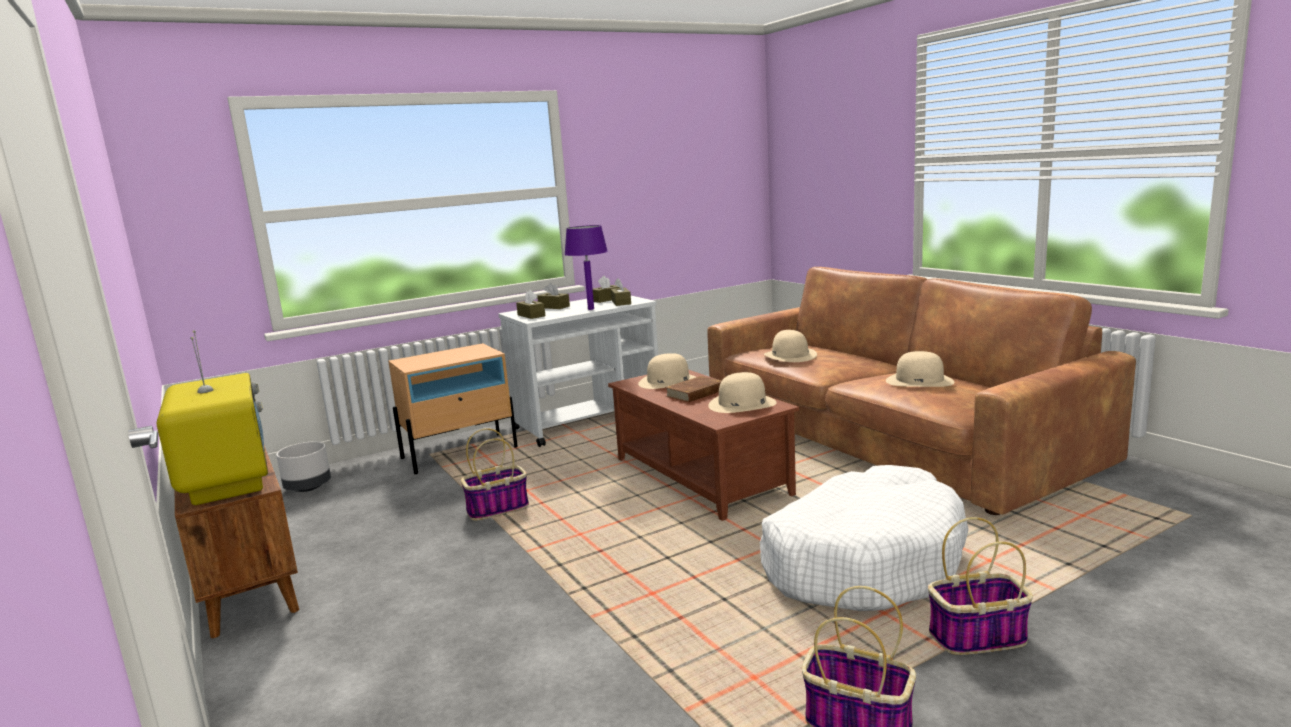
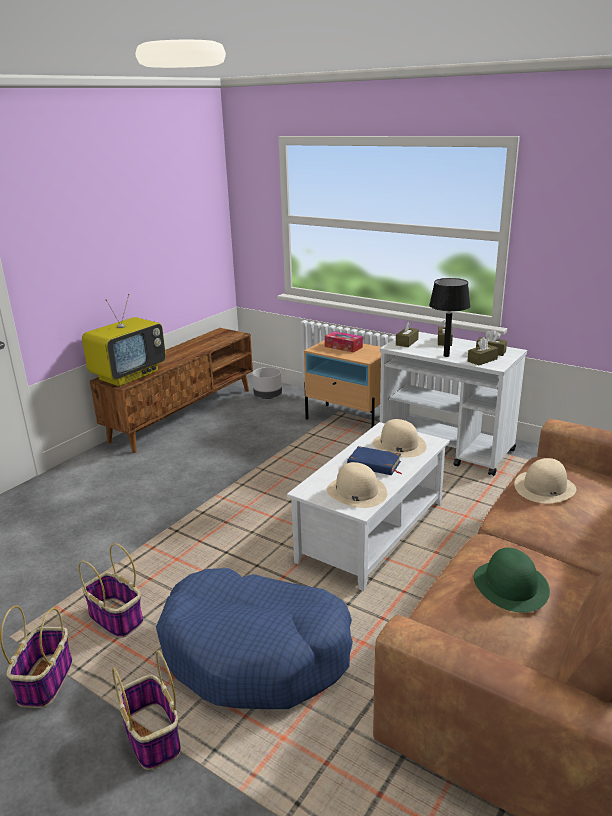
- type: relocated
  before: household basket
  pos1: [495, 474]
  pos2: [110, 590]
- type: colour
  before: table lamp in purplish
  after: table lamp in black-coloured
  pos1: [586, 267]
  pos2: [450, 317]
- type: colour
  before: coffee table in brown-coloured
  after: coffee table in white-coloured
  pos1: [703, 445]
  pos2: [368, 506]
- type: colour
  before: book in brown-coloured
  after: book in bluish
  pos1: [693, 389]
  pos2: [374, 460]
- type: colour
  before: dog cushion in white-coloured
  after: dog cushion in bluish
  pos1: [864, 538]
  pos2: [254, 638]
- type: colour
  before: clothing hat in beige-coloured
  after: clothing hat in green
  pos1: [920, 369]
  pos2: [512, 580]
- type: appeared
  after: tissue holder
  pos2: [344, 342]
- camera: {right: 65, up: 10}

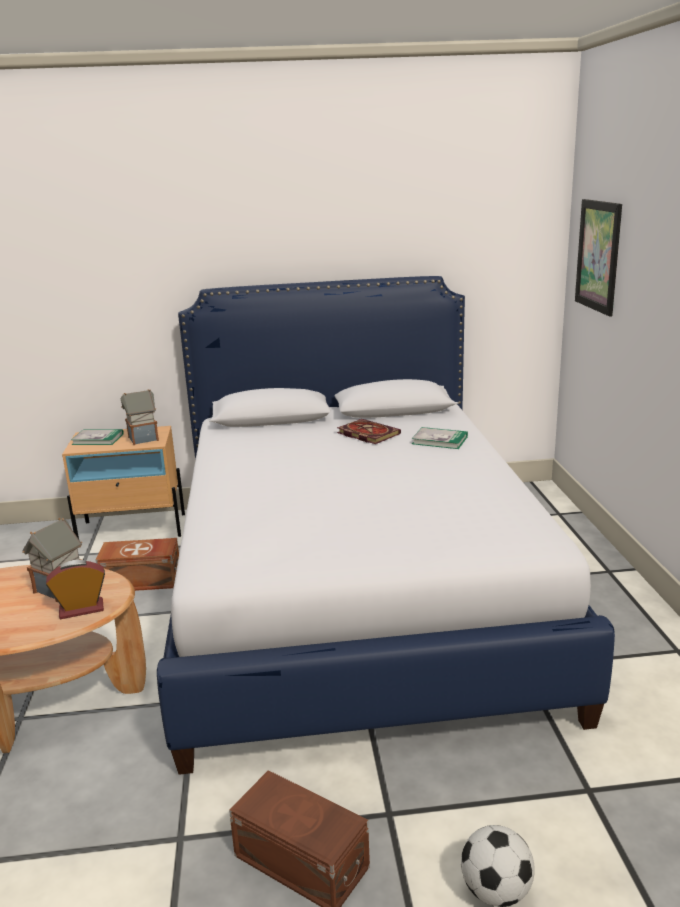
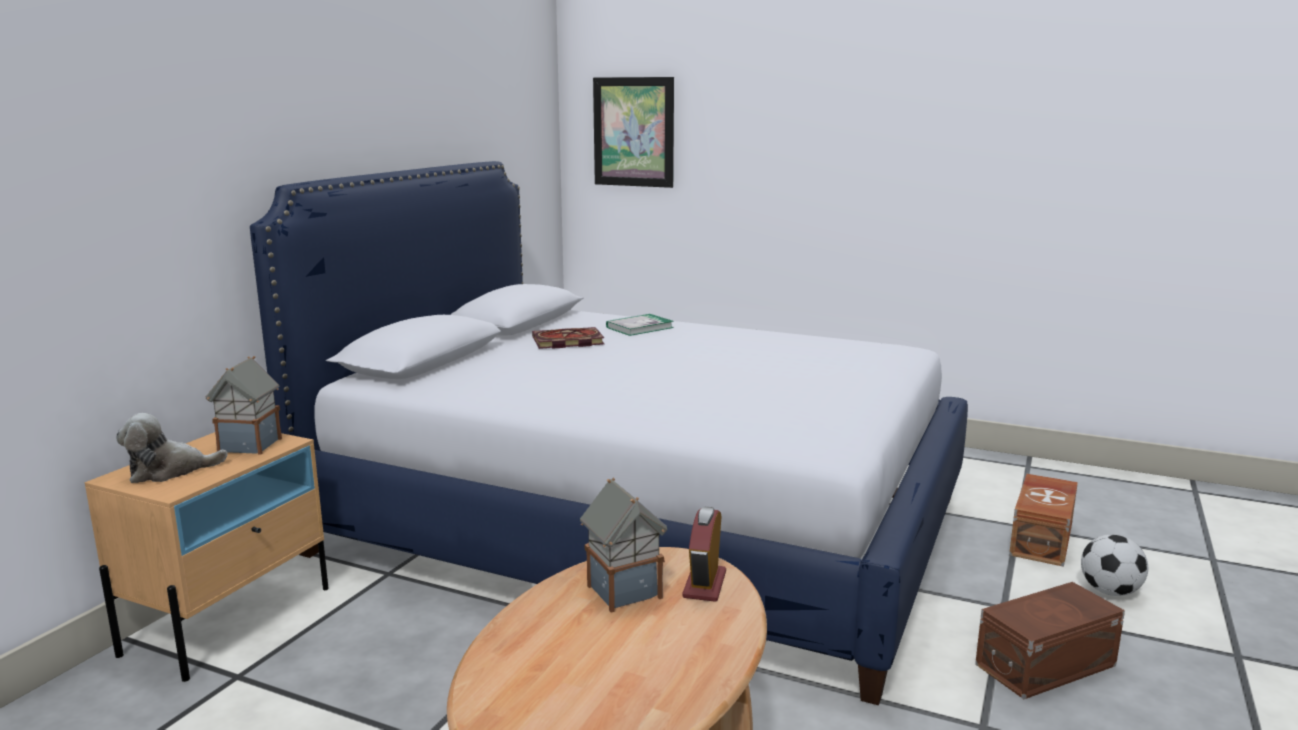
- type: exchanged
  before: book
  after: cuddly toy
  pos1: [97, 437]
  pos2: [172, 448]
- type: relocated
  before: storage container in brown-coloured
  pos1: [137, 564]
  pos2: [1043, 520]
- camera: {right: -60, up: -5}

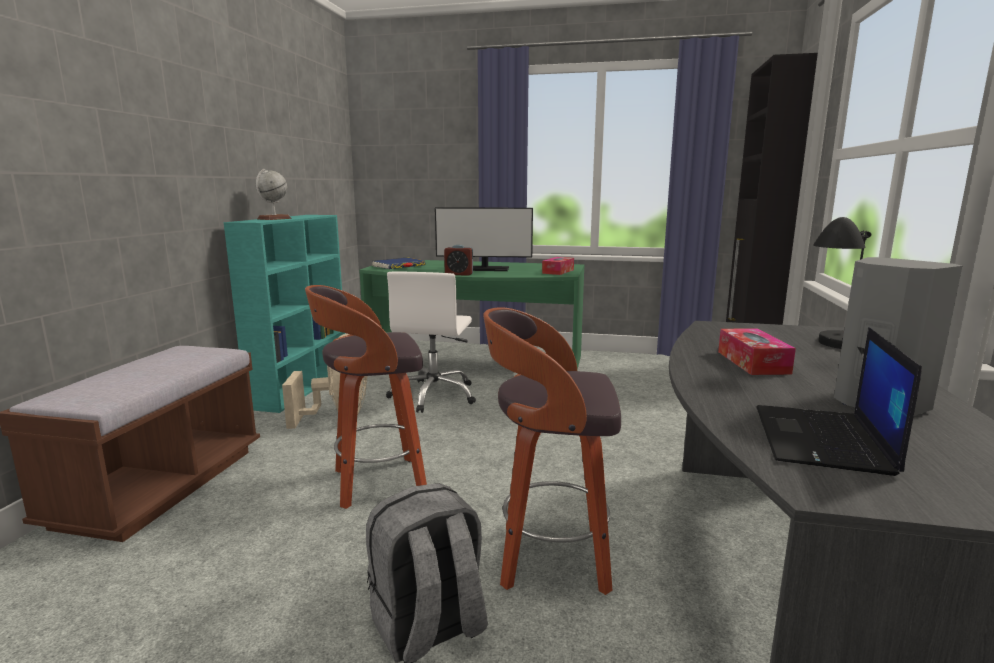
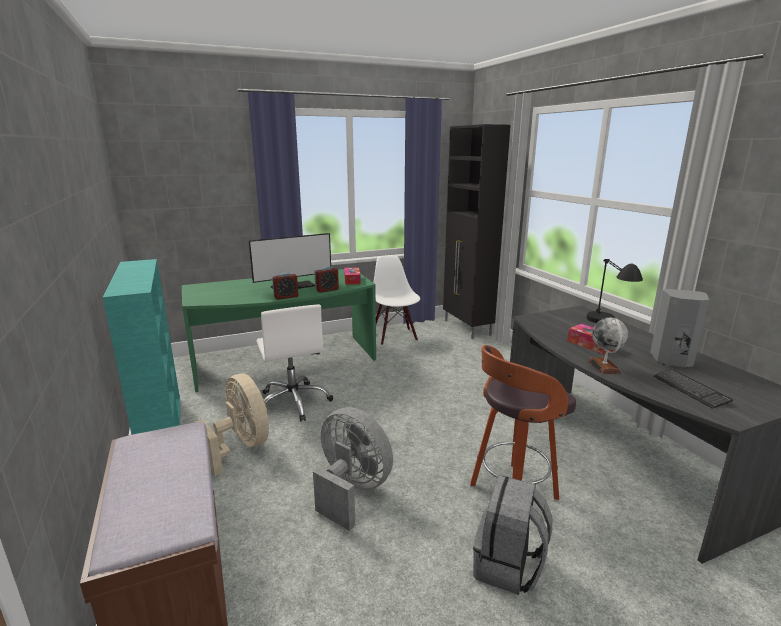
- type: relocated
  before: world globe
  pos1: [273, 194]
  pos2: [608, 346]
- type: exchanged
  before: stool seat
  after: cooling fan in gray
  pos1: [366, 397]
  pos2: [353, 469]
- type: missing
  before: book in bluish
  pos1: [399, 263]
- type: exchanged
  before: laptop
  after: keyboard
  pos1: [839, 401]
  pos2: [693, 389]
- type: appeared
  after: alarm clock
  pos2: [326, 280]
- type: appeared
  after: upright chair in white-coloured
  pos2: [396, 300]
- camera: {right: -35, up: 5}

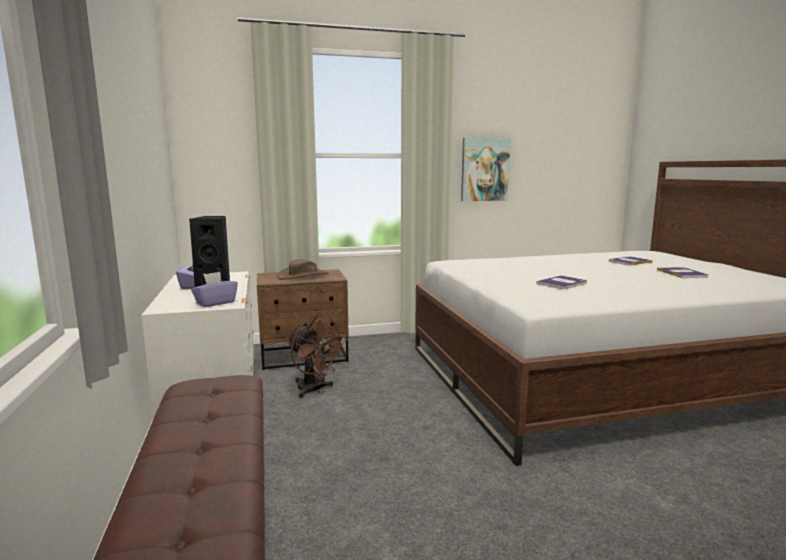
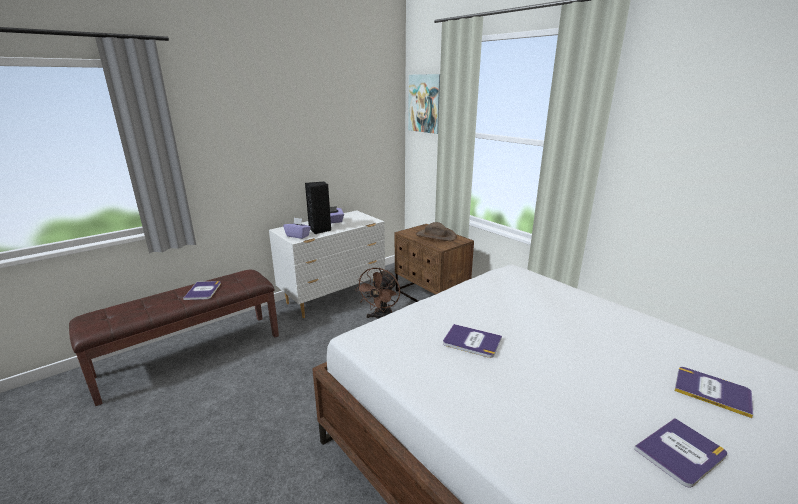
- type: relocated
  before: picture
  pos1: [486, 169]
  pos2: [424, 104]
- type: appeared
  after: book
  pos2: [202, 290]
- camera: {right: 65, up: 10}

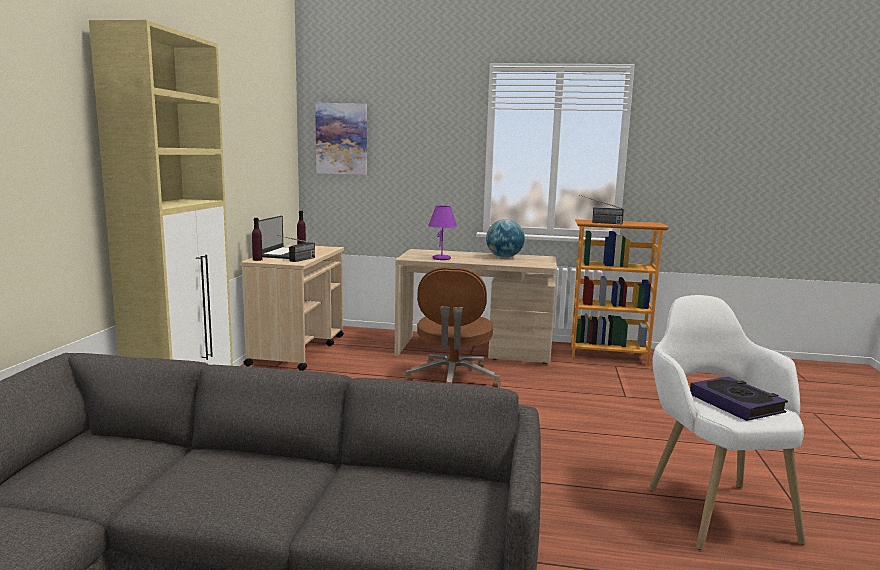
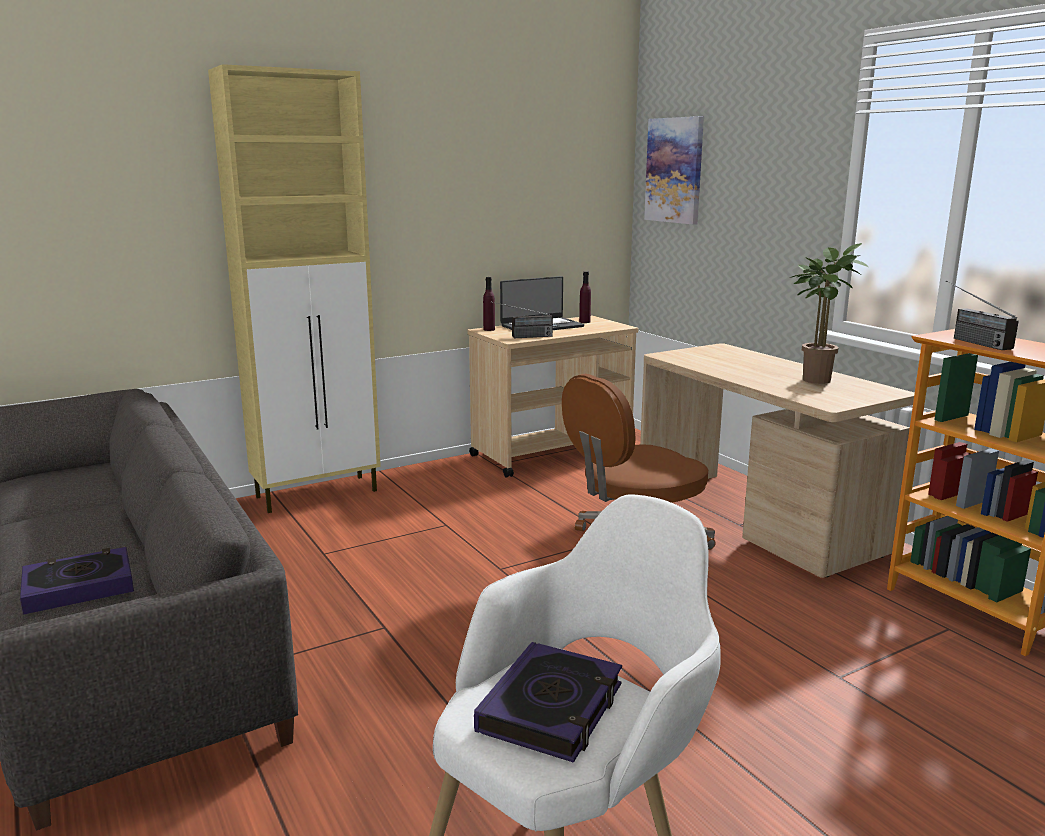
- type: missing
  before: table lamp in purplish
  pos1: [442, 233]
- type: exchanged
  before: world globe
  after: houseplant
  pos1: [505, 238]
  pos2: [829, 313]
- type: appeared
  after: book
  pos2: [77, 580]
- camera: {right: 50, up: 5}

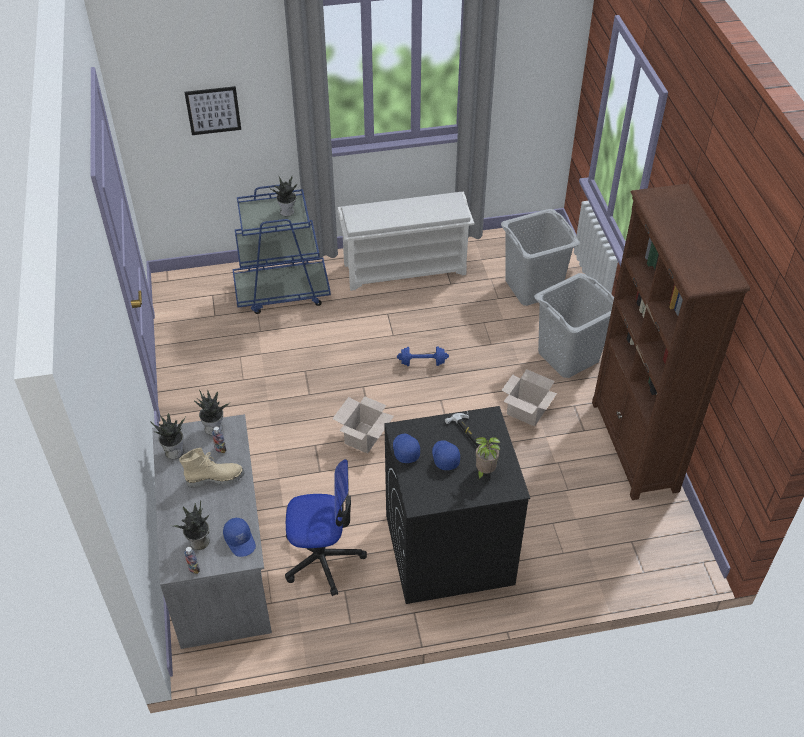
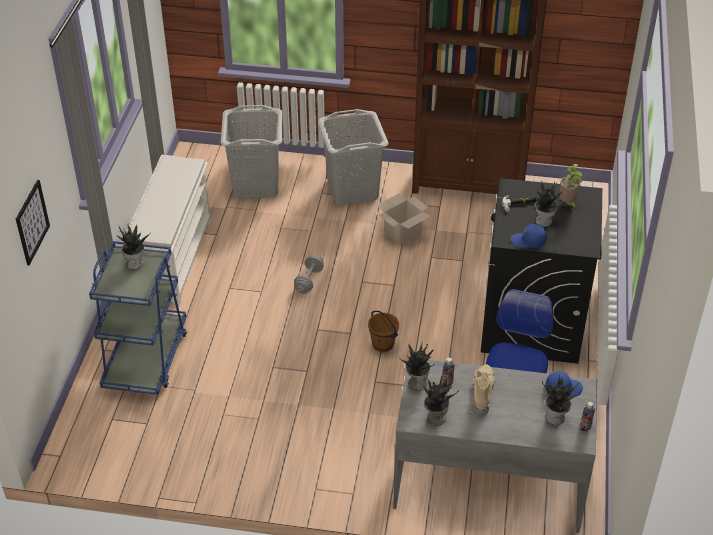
- type: exchanged
  before: cardboard box
  after: water bucket in brown-coloured
  pos1: [363, 425]
  pos2: [383, 331]
- type: colour
  before: dumbbell in bluish
  after: dumbbell in gray
  pos1: [423, 356]
  pos2: [309, 274]
- type: exchanged
  before: peaked cap in bluish
  after: houseplant
  pos1: [446, 455]
  pos2: [546, 203]
- camera: {right: -70, up: -5}

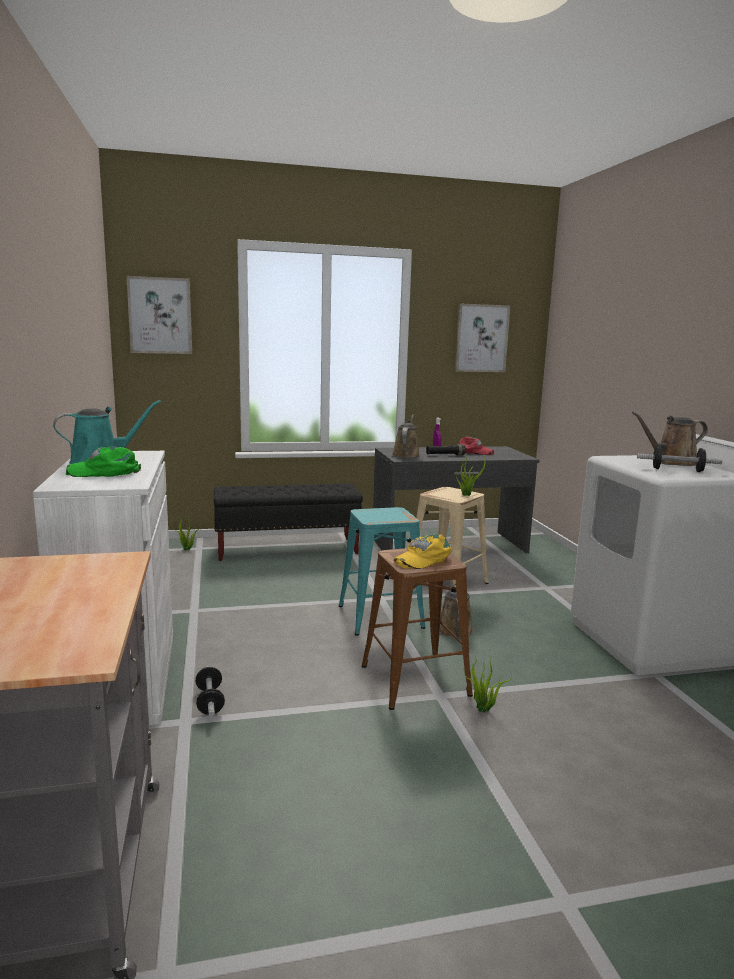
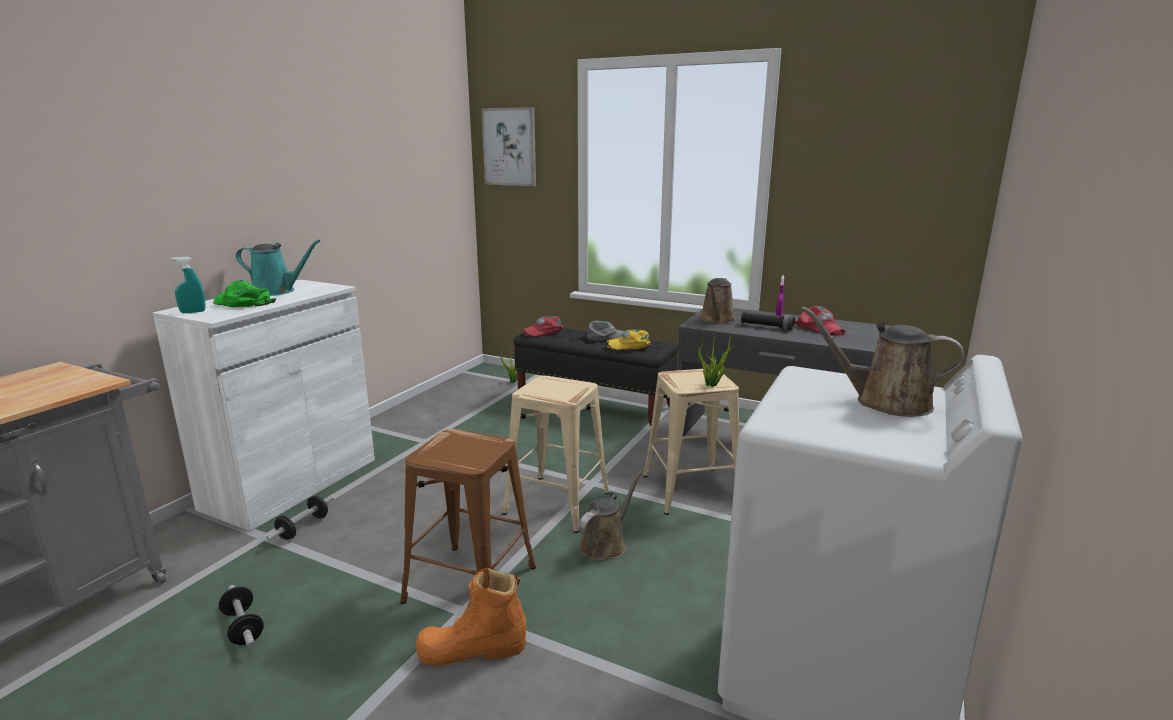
- type: colour
  before: stool seat in turquoise-coloured
  after: stool seat in beige-coloured
  pos1: [382, 571]
  pos2: [555, 454]
- type: spun
  before: watering can in brown-coloured
  pos1: [406, 436]
  pos2: [718, 300]
  turn: 150
- type: relocated
  before: peaked cap in yellow
  pos1: [422, 551]
  pos2: [629, 339]
- type: missing
  before: picture
  pos1: [482, 338]
- type: exchanged
  before: houseplant
  after: tall boot in orangey
  pos1: [488, 682]
  pos2: [471, 617]
- type: relocated
  before: dumbbell
  pos1: [680, 459]
  pos2: [241, 616]
- type: appeared
  after: sprayer in turquoise-coloured
  pos2: [189, 285]
- type: appeared
  after: peaked cap in red
  pos2: [543, 326]
- type: appeared
  after: peaked cap in gray
  pos2: [605, 331]
- camera: {right: 40, up: 5}

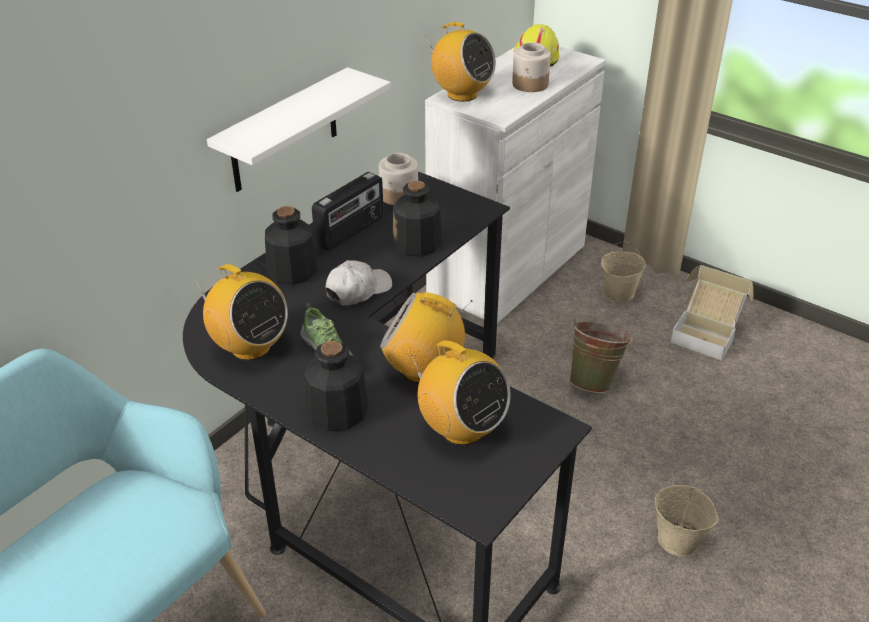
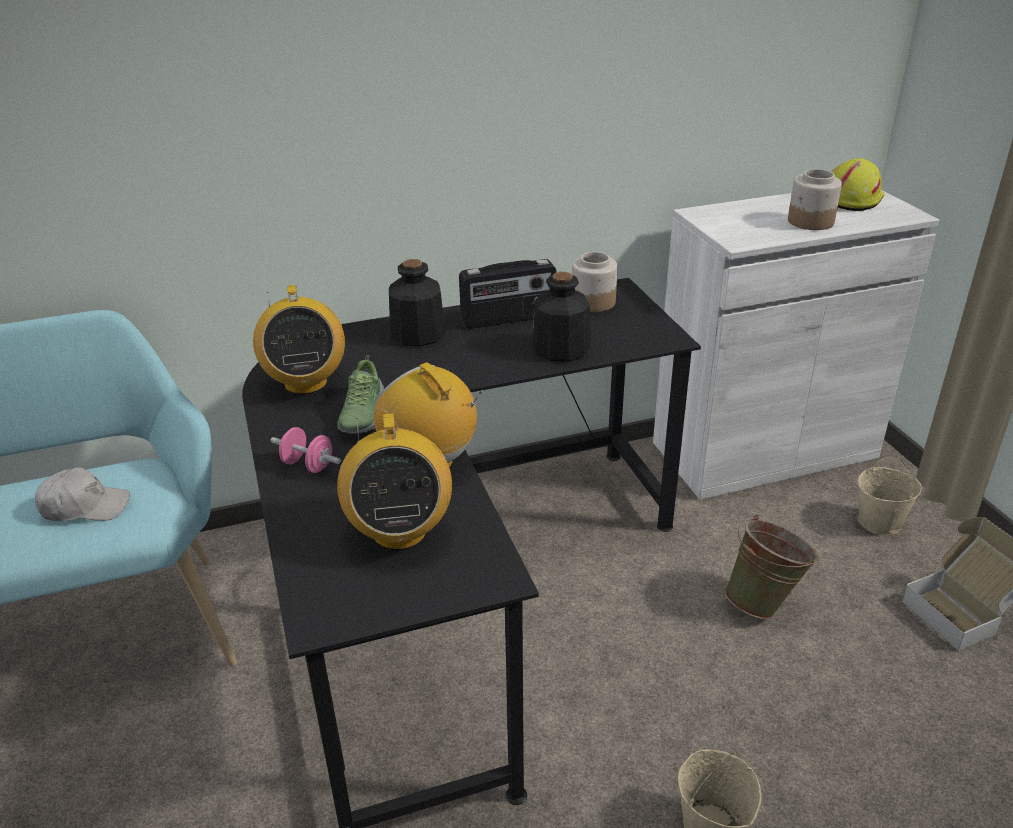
- type: missing
  before: bracket shelf in white-coloured
  pos1: [299, 129]
- type: exchanged
  before: bottle
  after: dumbbell in pinkish
  pos1: [336, 386]
  pos2: [306, 450]
- type: relocated
  before: peaked cap in white-coloured
  pos1: [359, 283]
  pos2: [82, 494]
- type: missing
  before: radio
  pos1: [461, 62]
- camera: {right: 35, up: -5}

